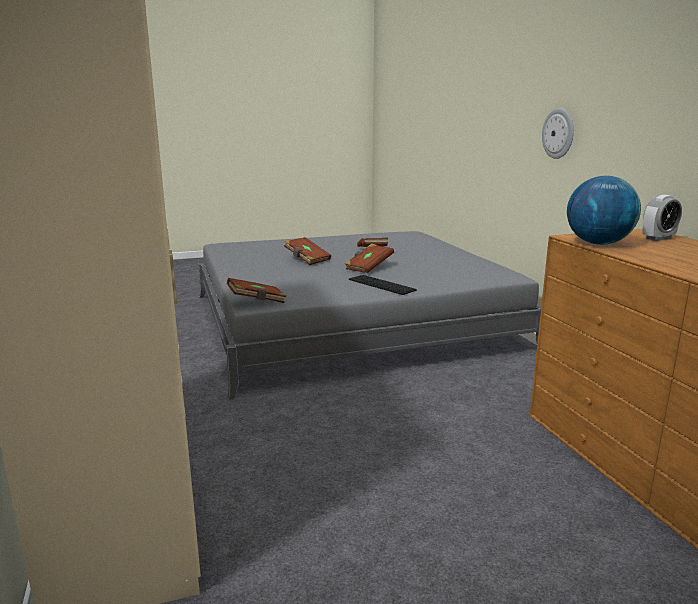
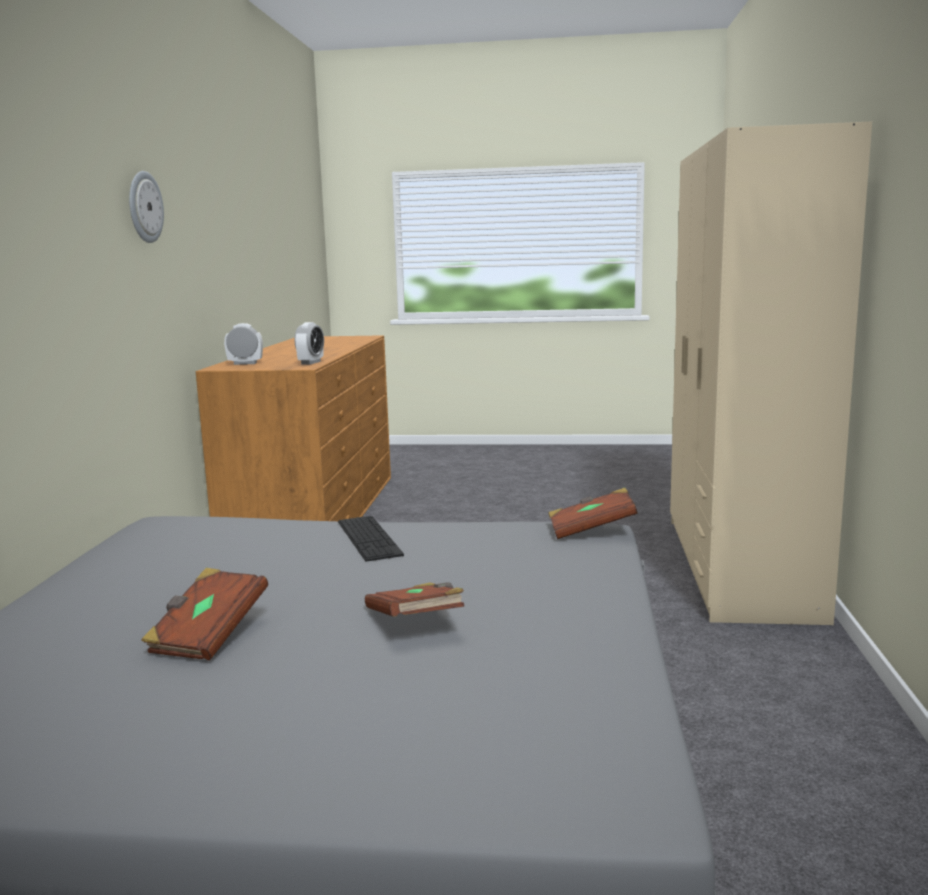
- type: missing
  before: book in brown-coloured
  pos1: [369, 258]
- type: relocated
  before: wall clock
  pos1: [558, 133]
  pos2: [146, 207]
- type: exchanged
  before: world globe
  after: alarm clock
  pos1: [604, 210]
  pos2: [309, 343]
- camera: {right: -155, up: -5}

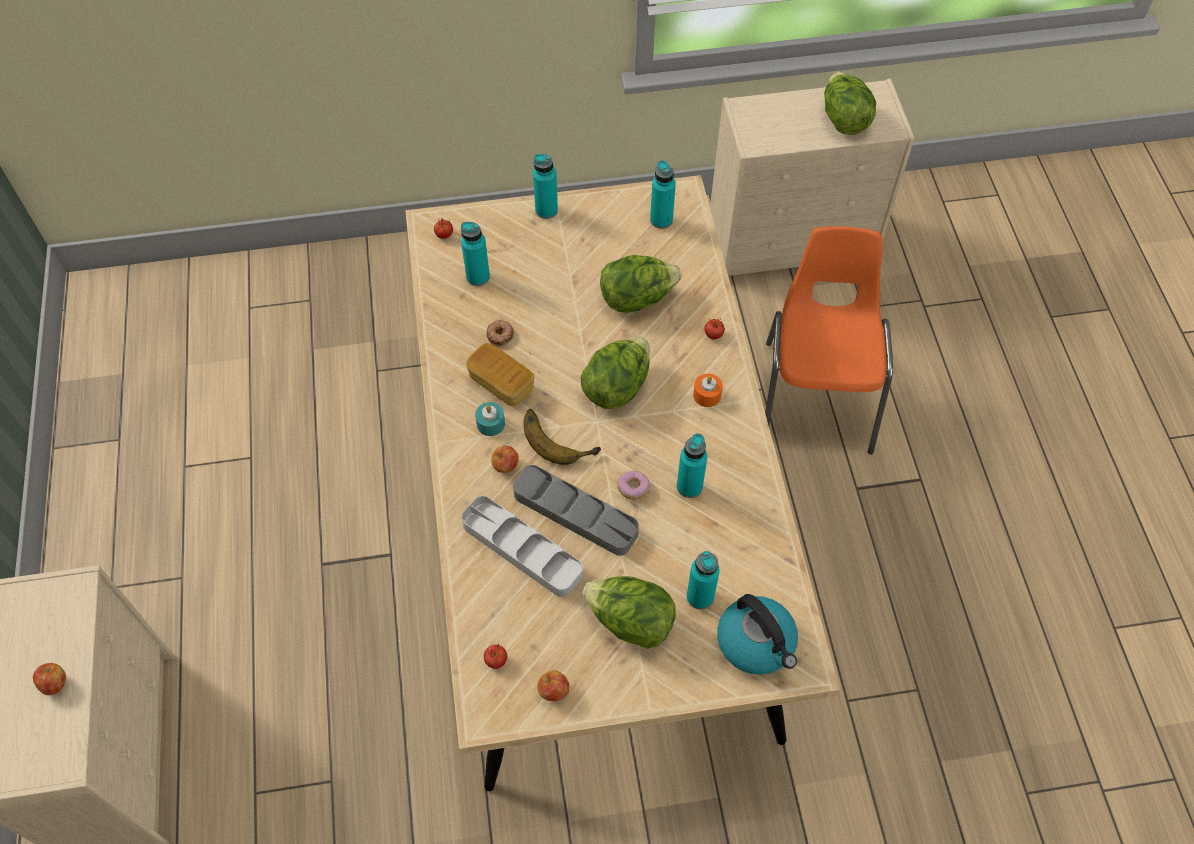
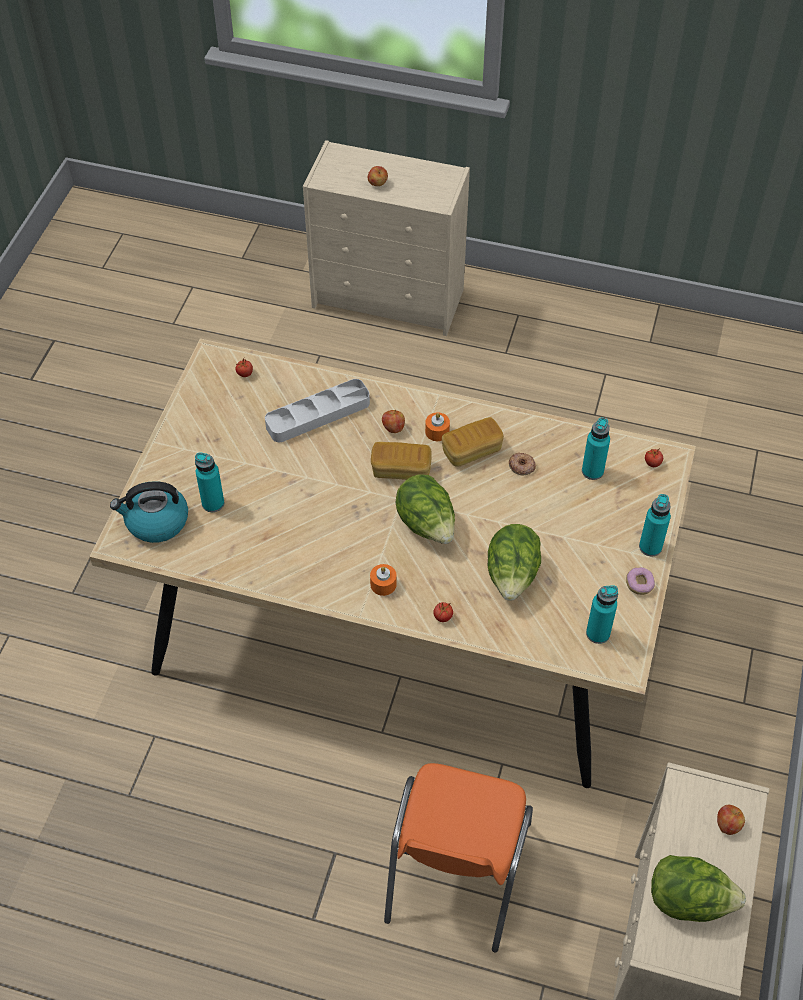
- type: colour
  before: wax light in turquoise-coloured
  after: wax light in orangey
  pos1: [490, 419]
  pos2: [437, 426]
- type: missing
  before: carrying tray in gray
  pos1: [576, 510]
- type: exchanged
  before: whole banana
  after: baked bread
  pos1: [562, 437]
  pos2: [401, 461]
- type: relocated
  before: apple
  pos1: [553, 685]
  pos2: [731, 820]
- type: missing
  before: head of lettuce
  pos1: [629, 612]
- type: relocated
  before: ring doughnut
  pos1: [633, 485]
  pos2: [640, 581]
- type: missing
  before: bottle in turquoise-coloured
  pos1: [692, 465]
- type: spun
  before: upright chair in orangey
  pos1: [829, 340]
  pos2: [458, 857]
  turn: 75
- camera: {right: 115, up: -5}

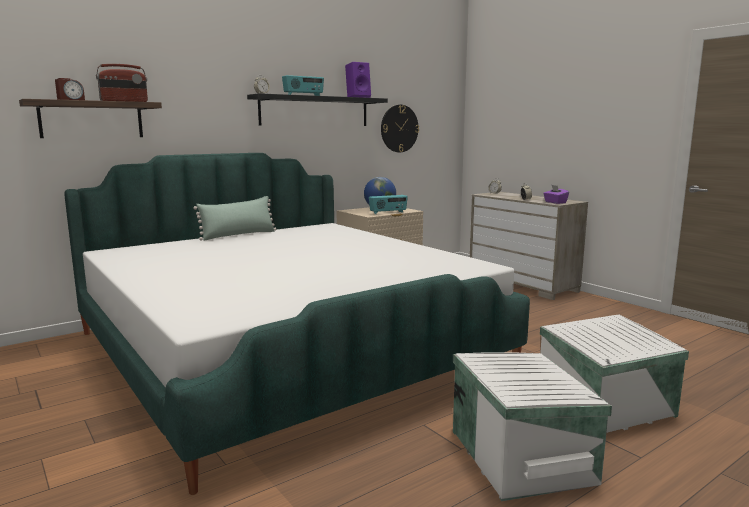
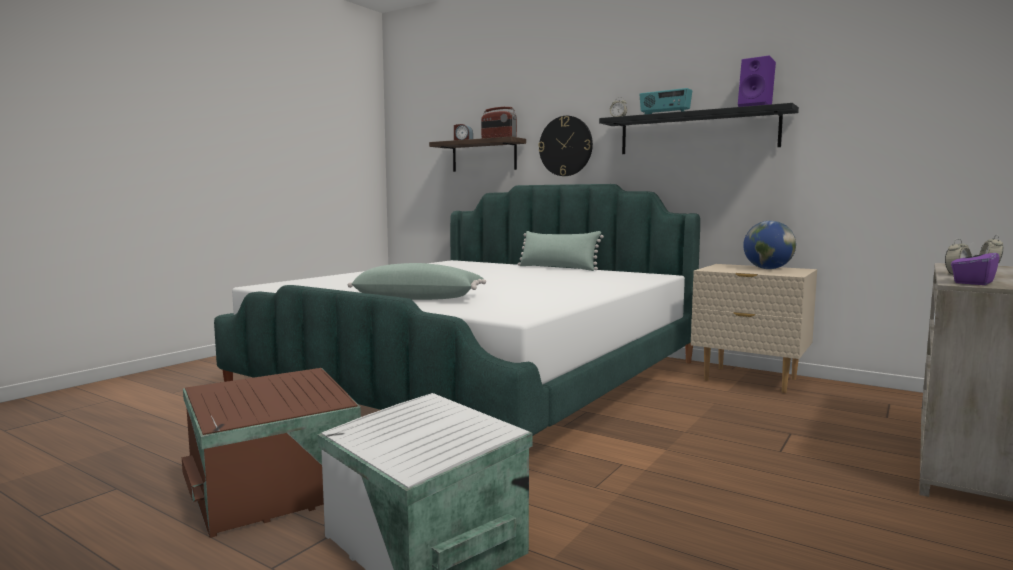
- type: missing
  before: radio
  pos1: [388, 204]
- type: relocated
  before: wall clock
  pos1: [400, 128]
  pos2: [565, 146]
- type: colour
  before: storage container in white-coloured
  after: storage container in brown-coloured
  pos1: [532, 426]
  pos2: [271, 453]
- type: appeared
  after: throw pillow in green
  pos2: [417, 281]
- camera: {right: 70, up: -5}

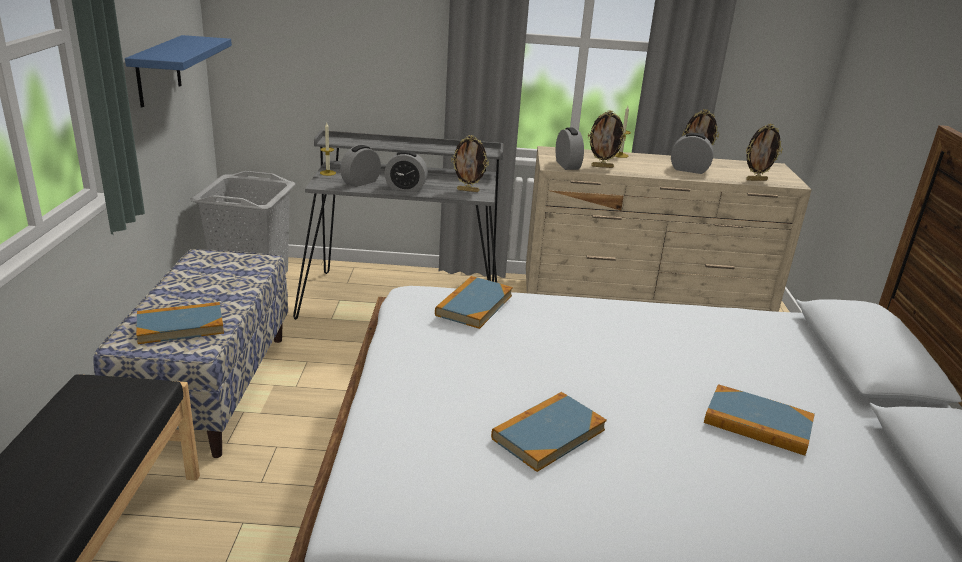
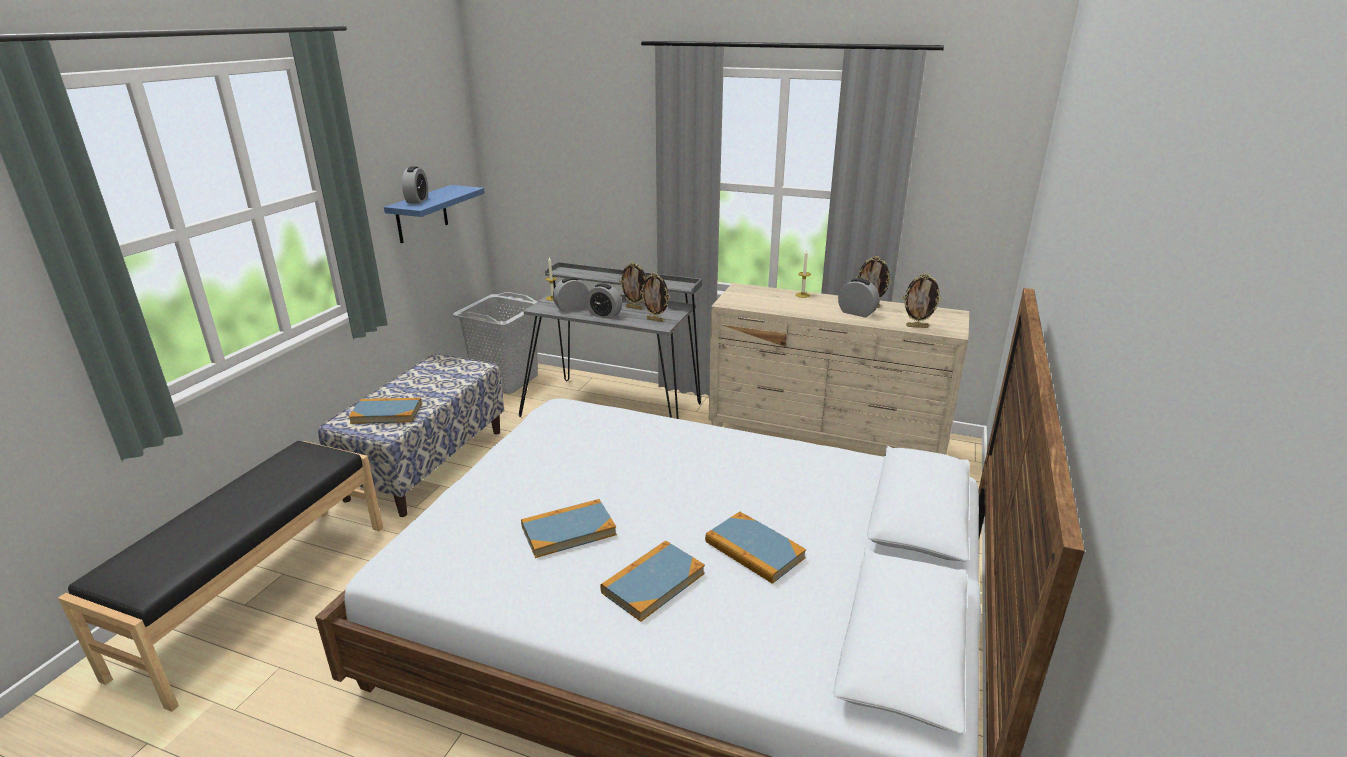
- type: relocated
  before: book
  pos1: [474, 302]
  pos2: [652, 581]
- type: relocated
  before: alarm clock
  pos1: [570, 149]
  pos2: [415, 185]
- type: relocated
  before: standing frame
  pos1: [607, 139]
  pos2: [632, 286]
- camera: {right: 20, up: 0}

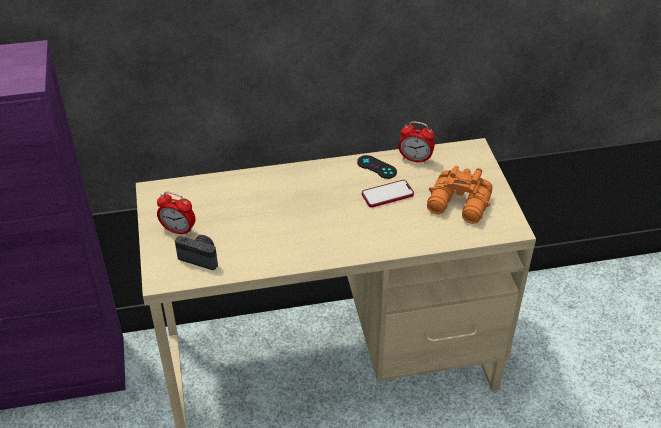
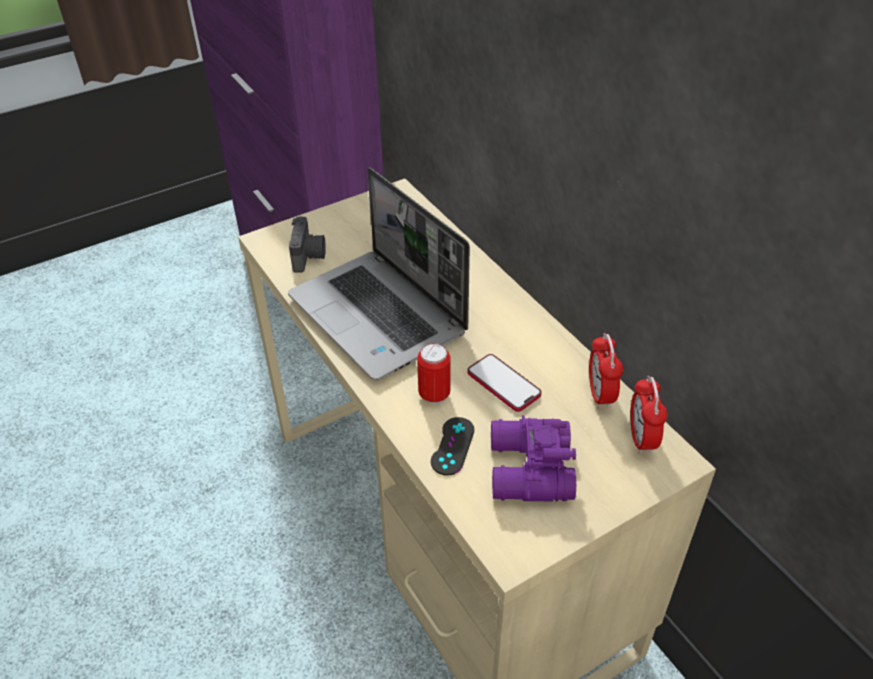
- type: relocated
  before: alarm clock
  pos1: [176, 214]
  pos2: [649, 415]
- type: relocated
  before: joypad in black-coloured
  pos1: [377, 167]
  pos2: [453, 446]
- type: colour
  before: binoculars in orangey
  after: binoculars in purplish
  pos1: [460, 195]
  pos2: [533, 458]
- type: appeared
  after: laptop
  pos2: [379, 273]
- type: appeared
  after: sealed can
  pos2: [434, 373]
- camera: {right: 70, up: 0}

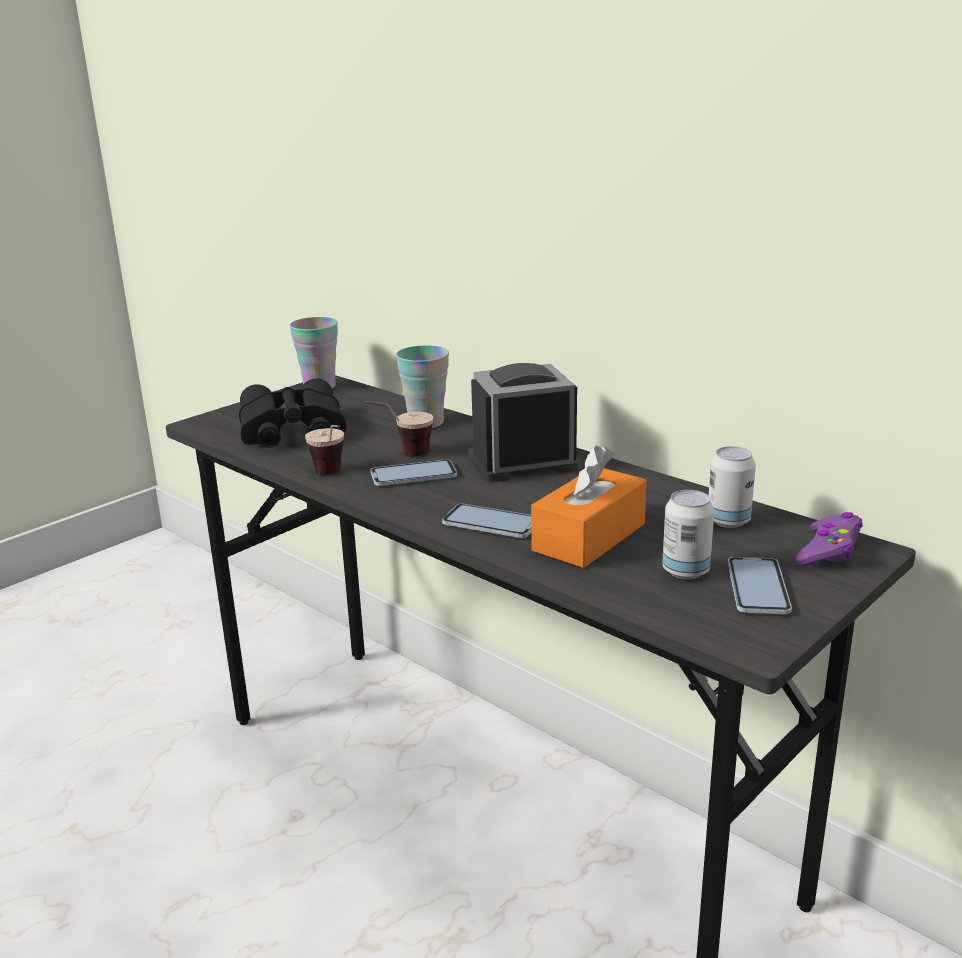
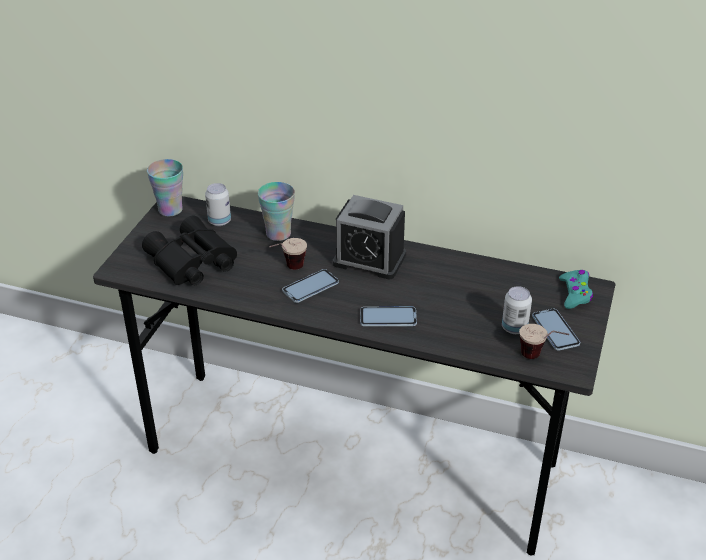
- type: relocated
  before: small cup
  pos1: [324, 449]
  pos2: [544, 341]
- type: spun
  before: alarm clock
  pos1: [524, 422]
  pos2: [369, 237]
  turn: -120
- type: missing
  before: tissue holder in orangey
  pos1: [589, 507]
- type: relocated
  before: sealed can
  pos1: [732, 487]
  pos2: [218, 204]
- type: colour
  before: joypad in purplish
  after: joypad in turquoise-coloured
  pos1: [829, 539]
  pos2: [576, 289]
- camera: {right: -25, up: 15}

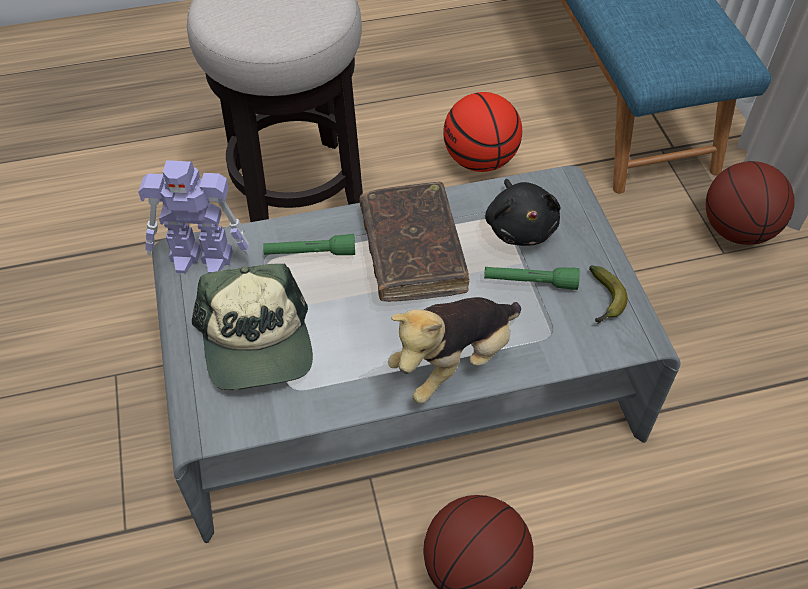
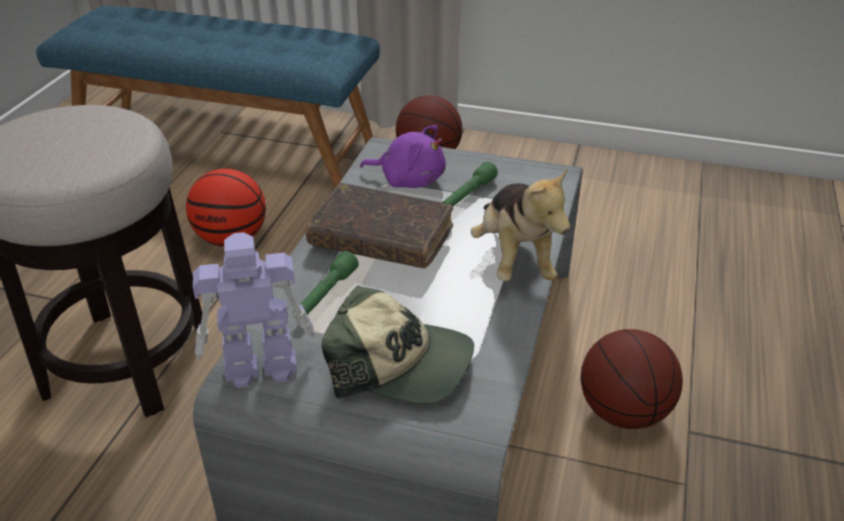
- type: spun
  before: toy robot
  pos1: [194, 216]
  pos2: [254, 310]
  turn: -135
- type: colour
  before: cuddly toy in black-coloured
  after: cuddly toy in purplish
  pos1: [523, 212]
  pos2: [403, 156]
- type: missing
  before: whole banana
  pos1: [608, 294]
- camera: {right: -60, up: -15}

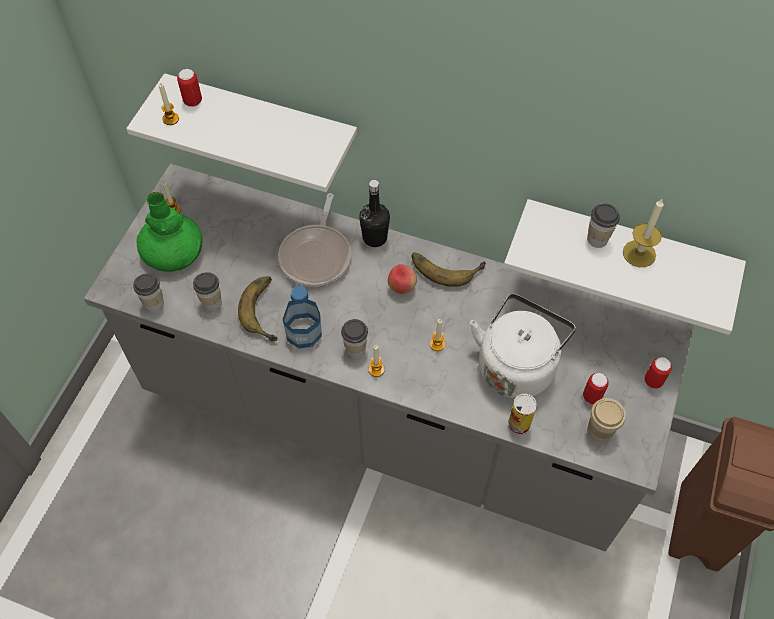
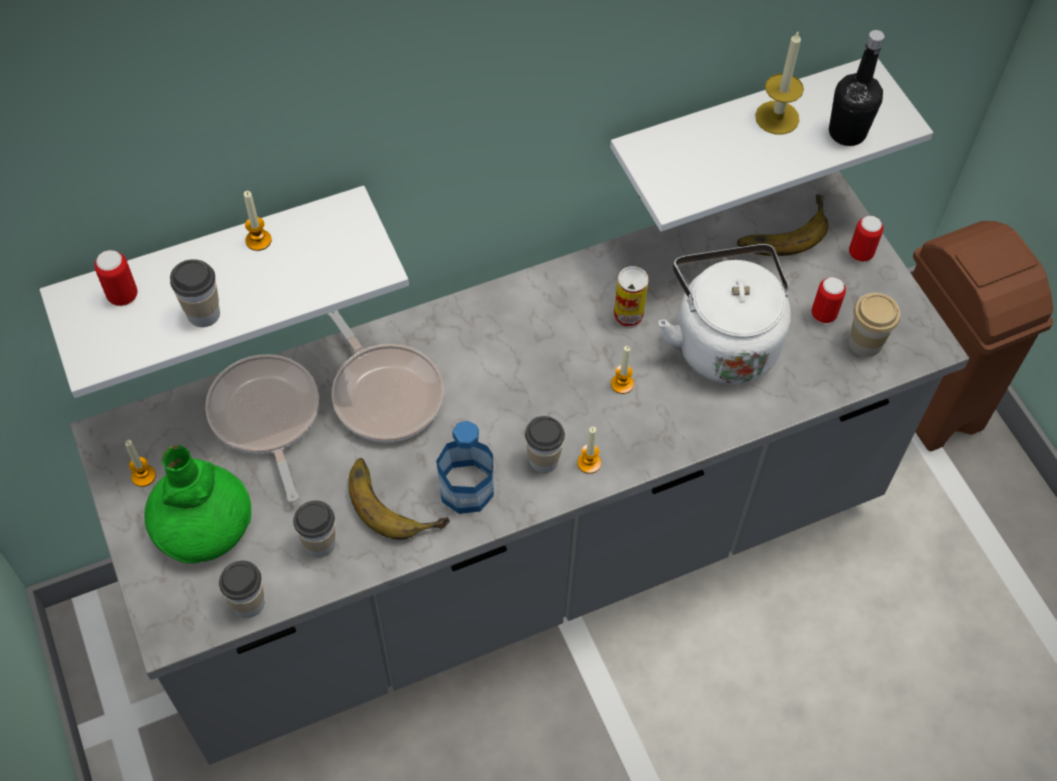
- type: relocated
  before: wax light
  pos1: [169, 104]
  pos2: [257, 221]
- type: relocated
  before: bottle in black-coloured
  pos1: [374, 213]
  pos2: [857, 88]
- type: missing
  before: apple
  pos1: [402, 279]
- type: relocated
  before: whole banana
  pos1: [449, 270]
  pos2: [782, 225]
- type: relocated
  before: sealed can
  pos1: [522, 414]
  pos2: [631, 297]
- type: relocated
  before: small cup
  pos1: [603, 225]
  pos2: [195, 293]
- type: appeared
  after: frying pan
  pos2: [262, 428]
- camera: {right: -45, up: 0}

